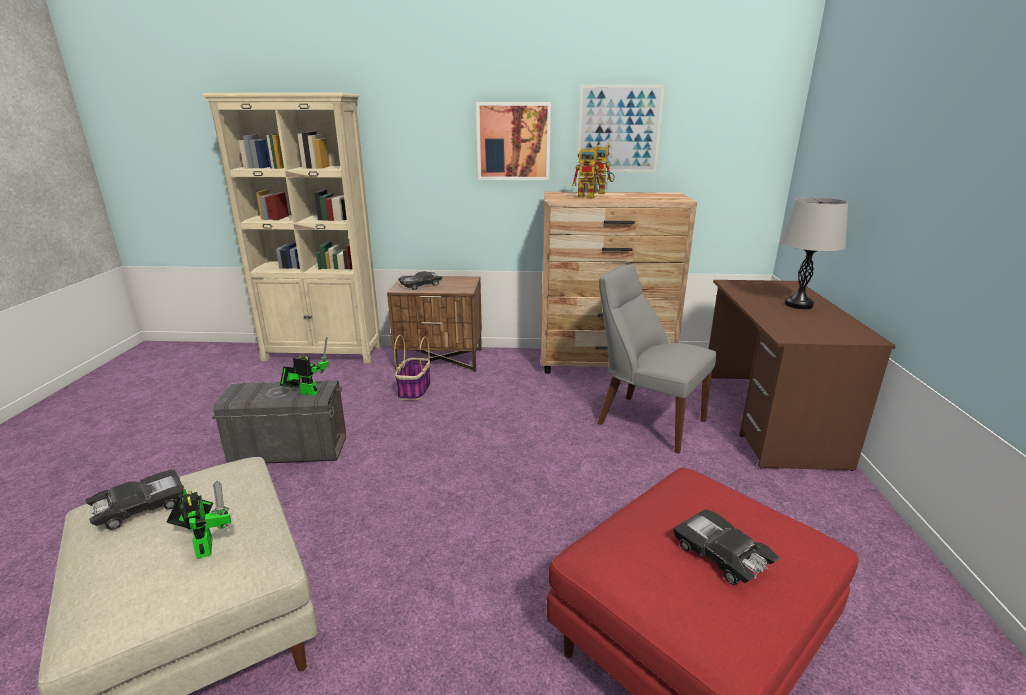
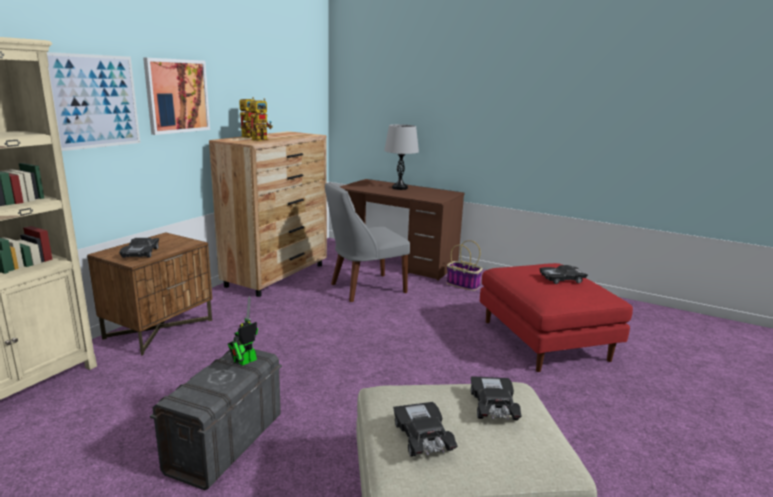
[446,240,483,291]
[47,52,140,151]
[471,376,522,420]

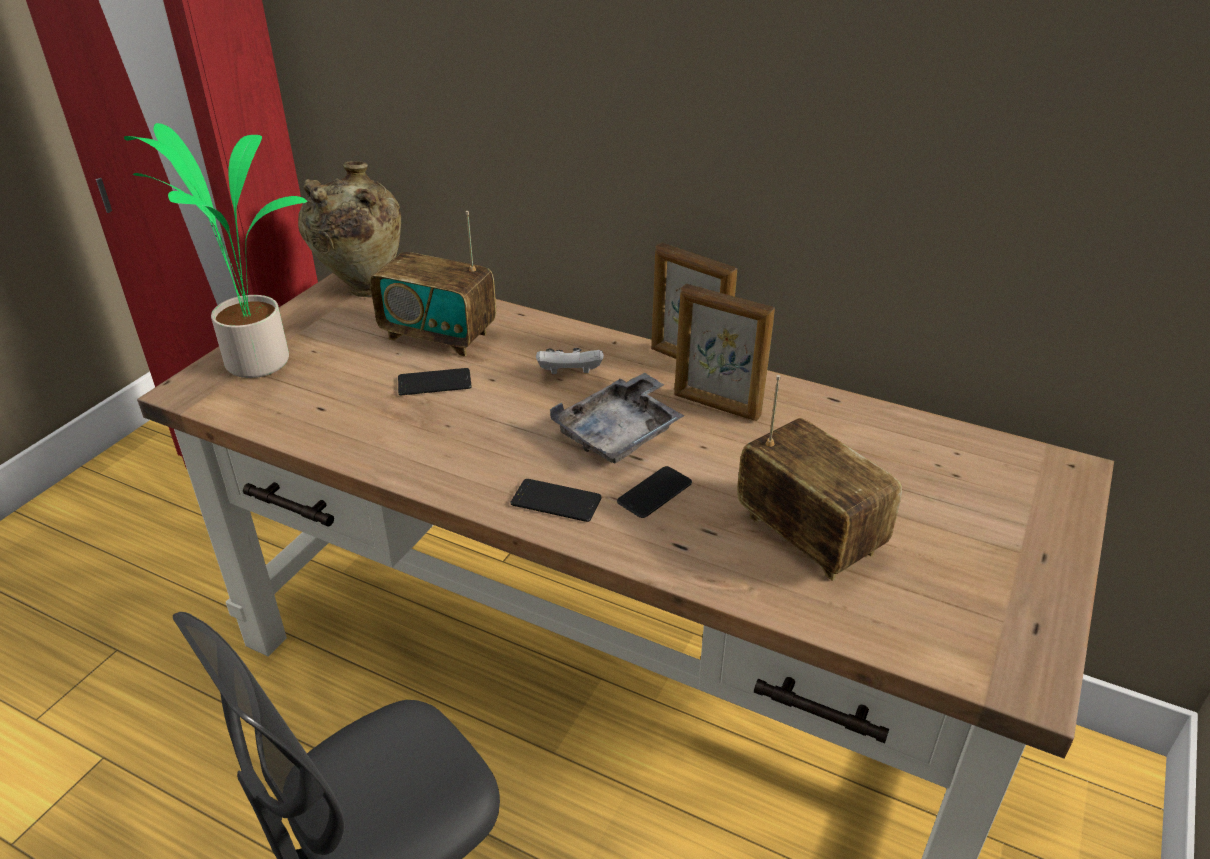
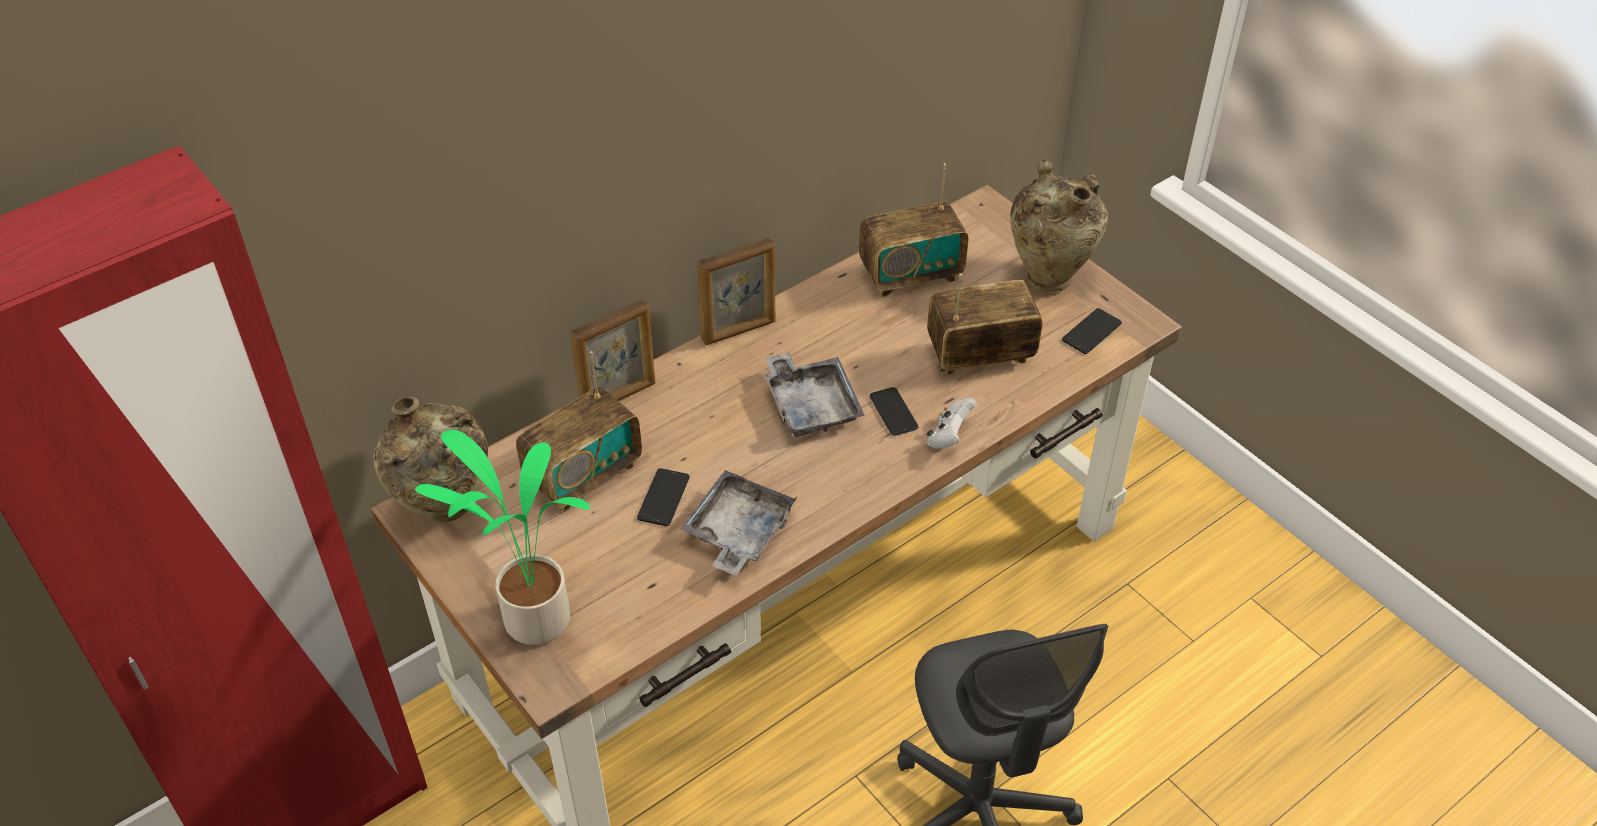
[681,470,797,576]
[859,163,969,297]
[1010,159,1108,292]
[1062,308,1122,354]
[927,397,977,449]
[570,299,655,401]

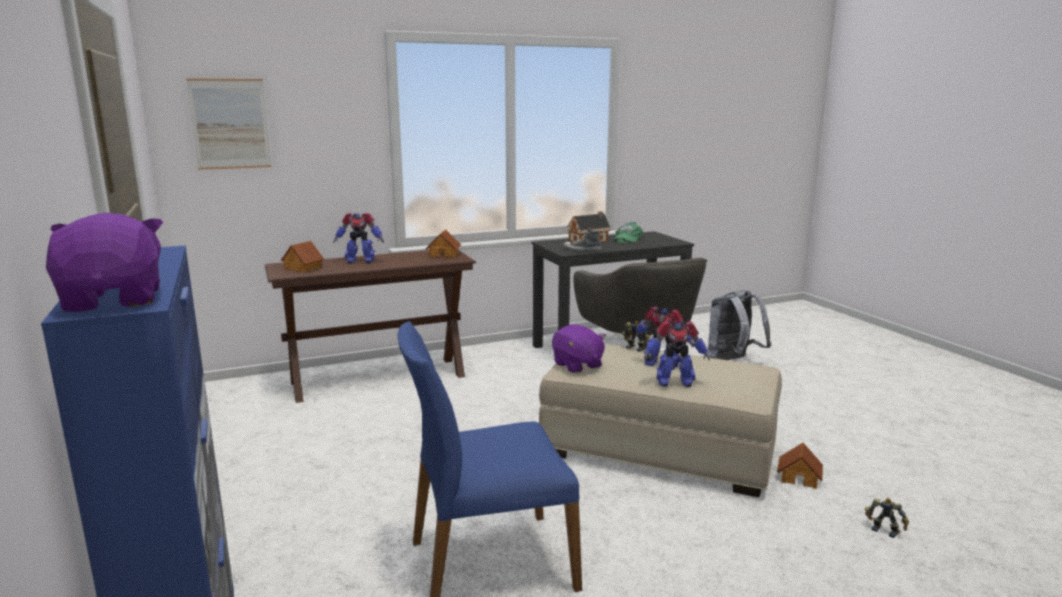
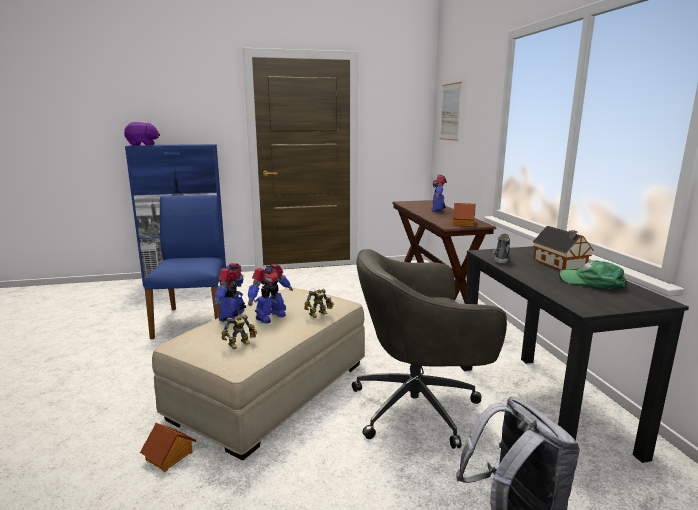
[281,241,324,272] (first image)
[552,324,606,373] (first image)
[221,314,257,349]

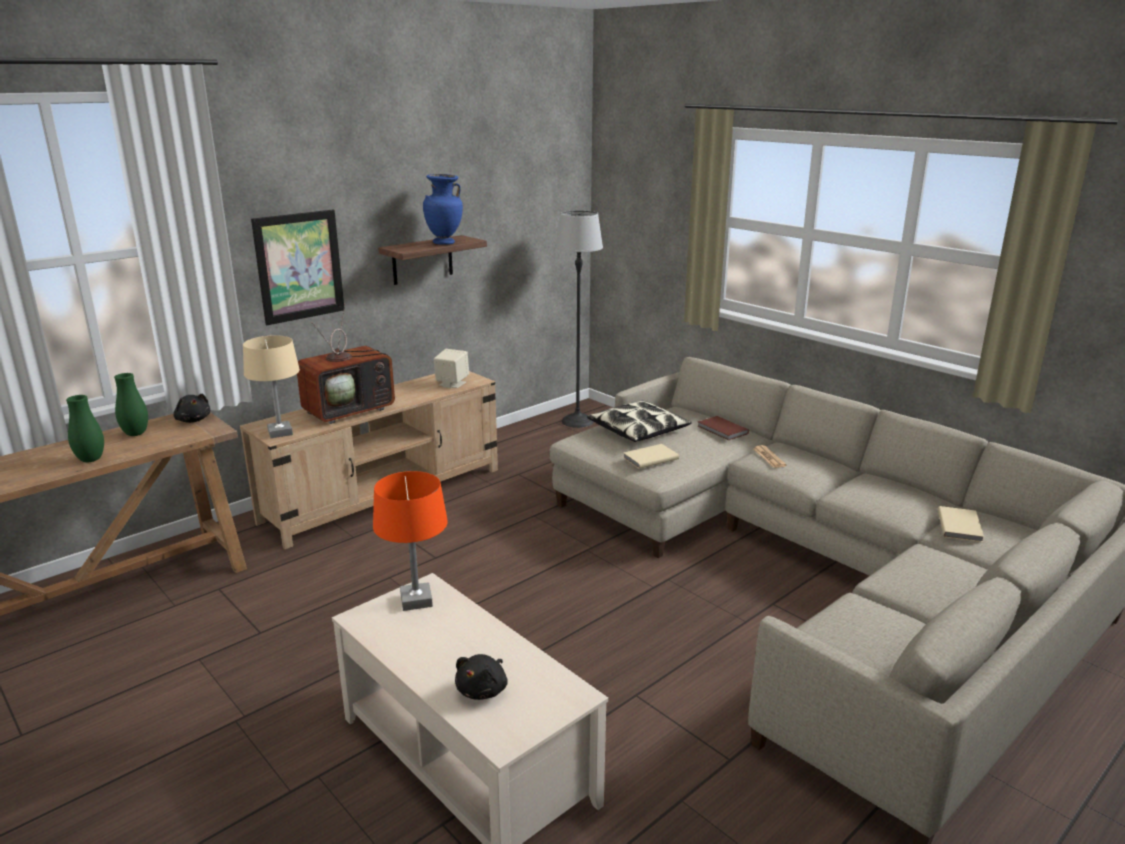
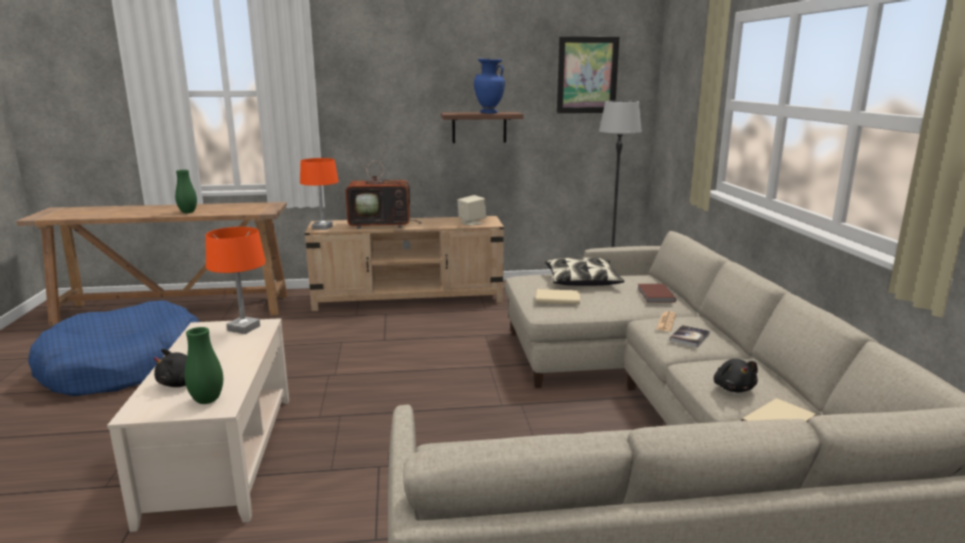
[28,300,200,396]
[669,325,710,347]
[185,327,223,404]
[714,359,758,392]
[557,36,620,113]
[300,158,339,230]

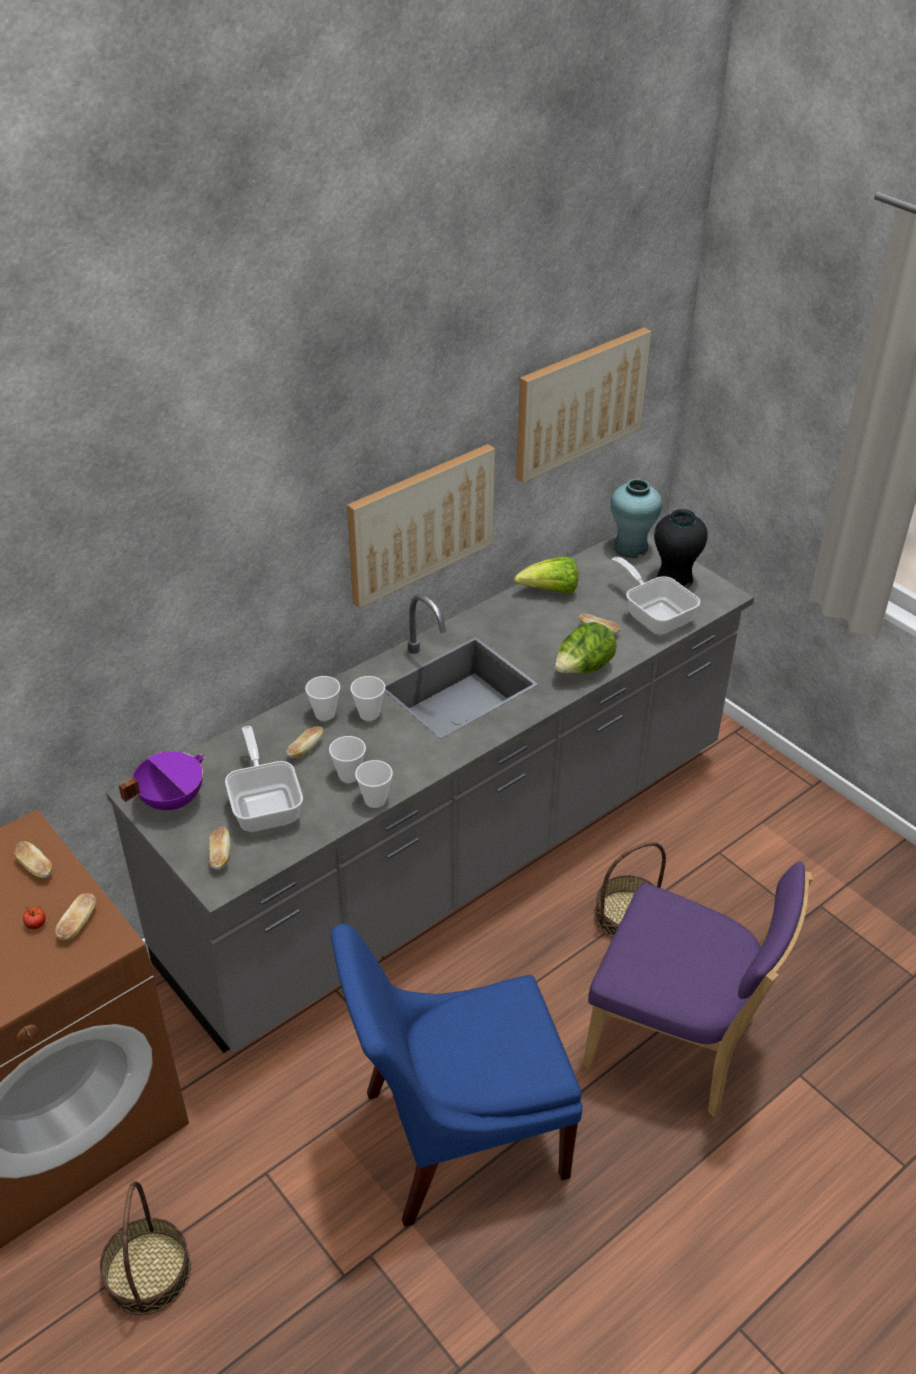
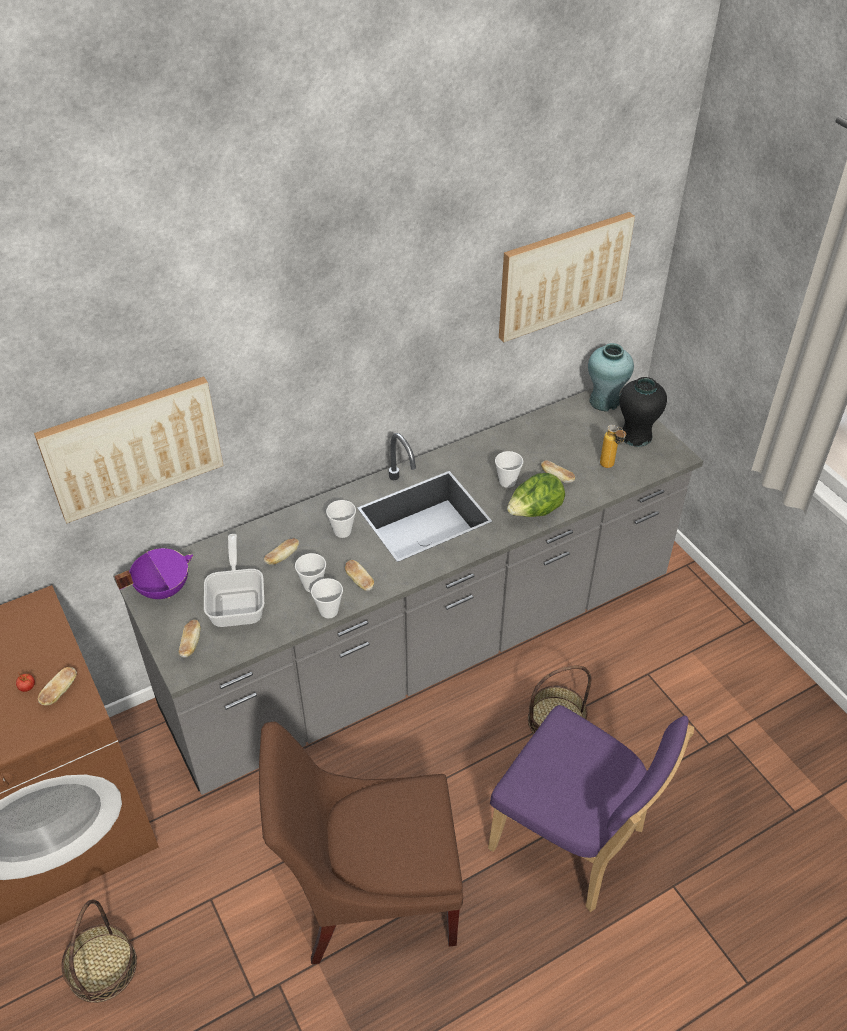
[514,557,578,594] (first image)
[345,560,374,591]
[495,451,523,488]
[34,376,224,523]
[600,425,626,468]
[259,722,463,964]

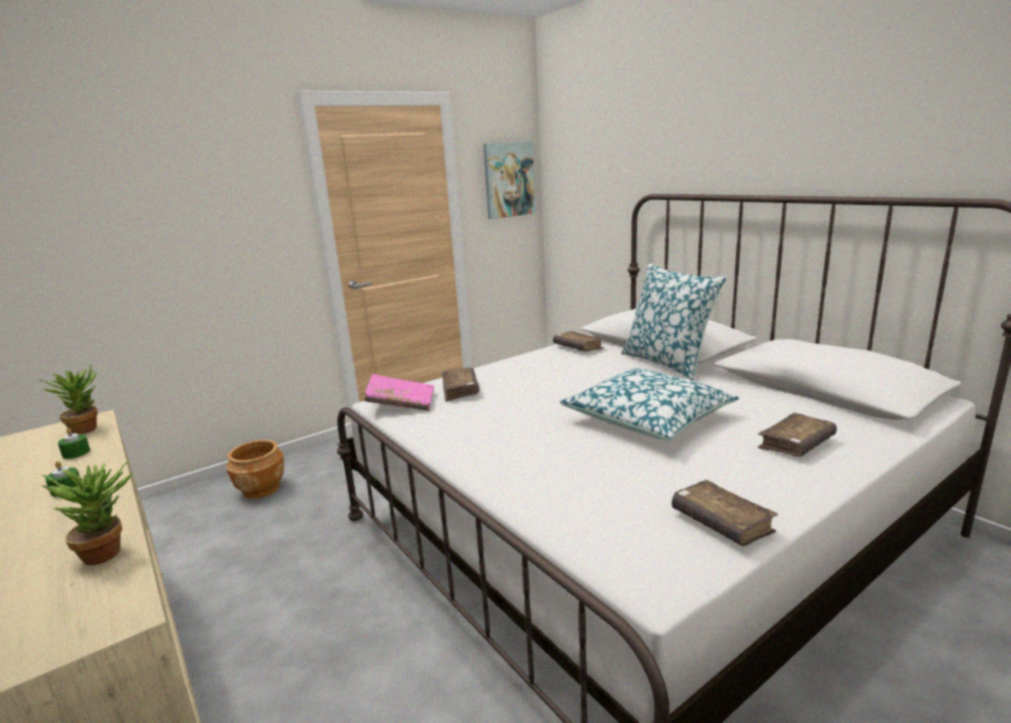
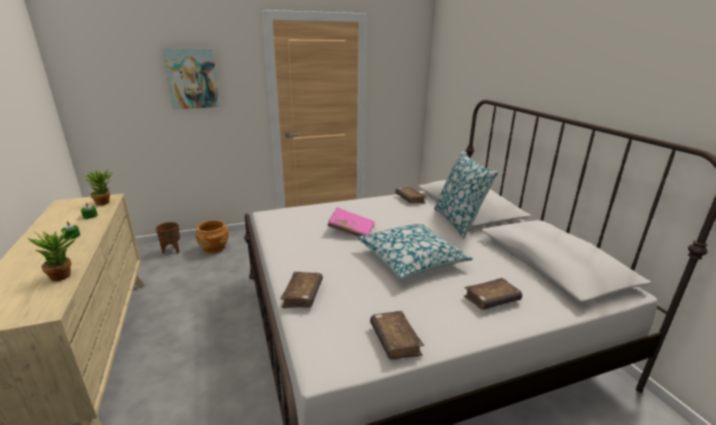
[156,222,180,254]
[328,207,375,236]
[280,272,323,308]
[162,48,220,109]

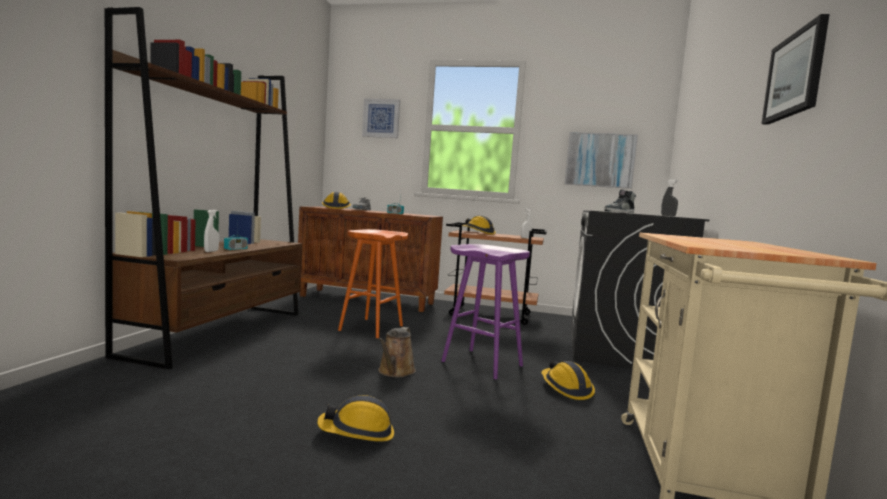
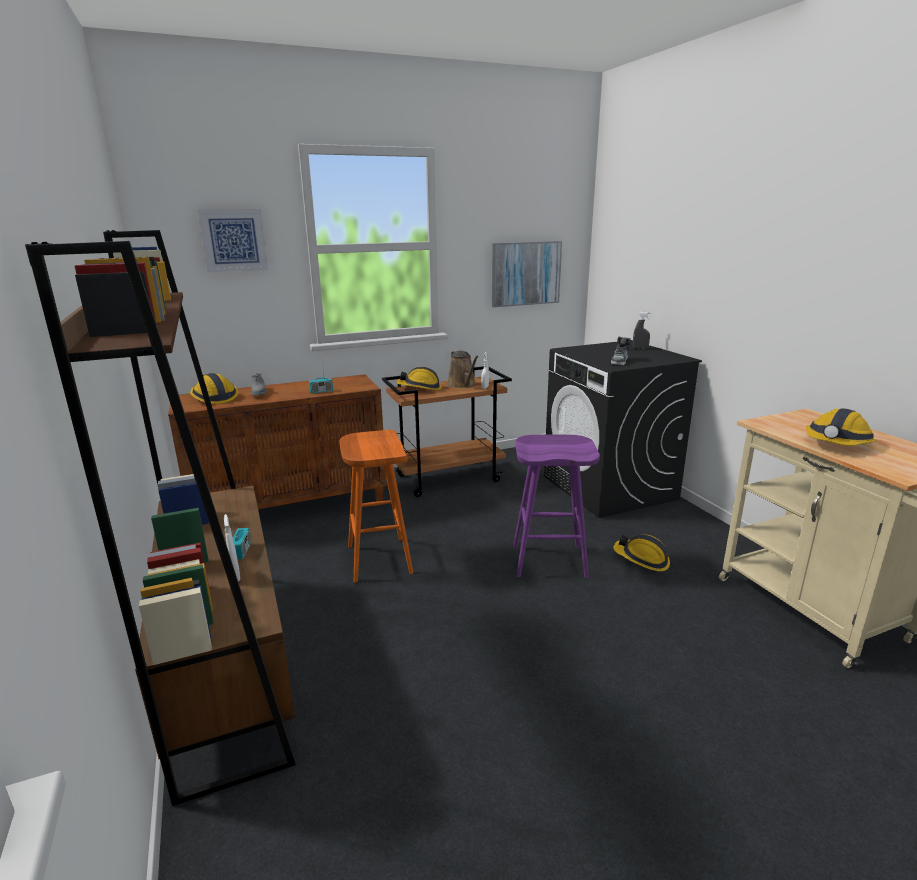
[761,14,830,125] (first image)
[806,408,877,446]
[447,350,479,388]

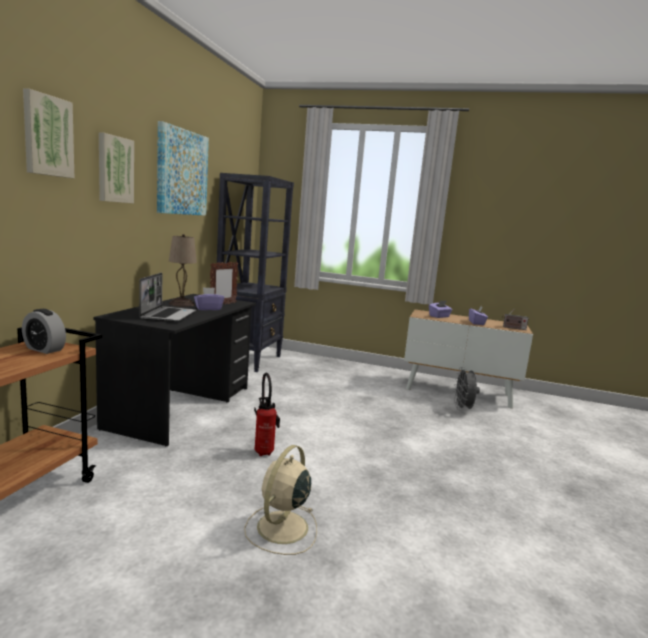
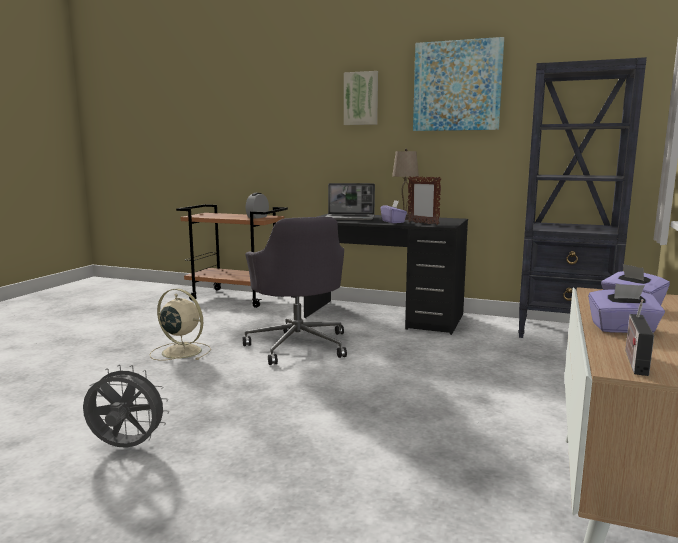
[23,88,74,178] (first image)
[83,364,169,448]
[243,217,347,365]

